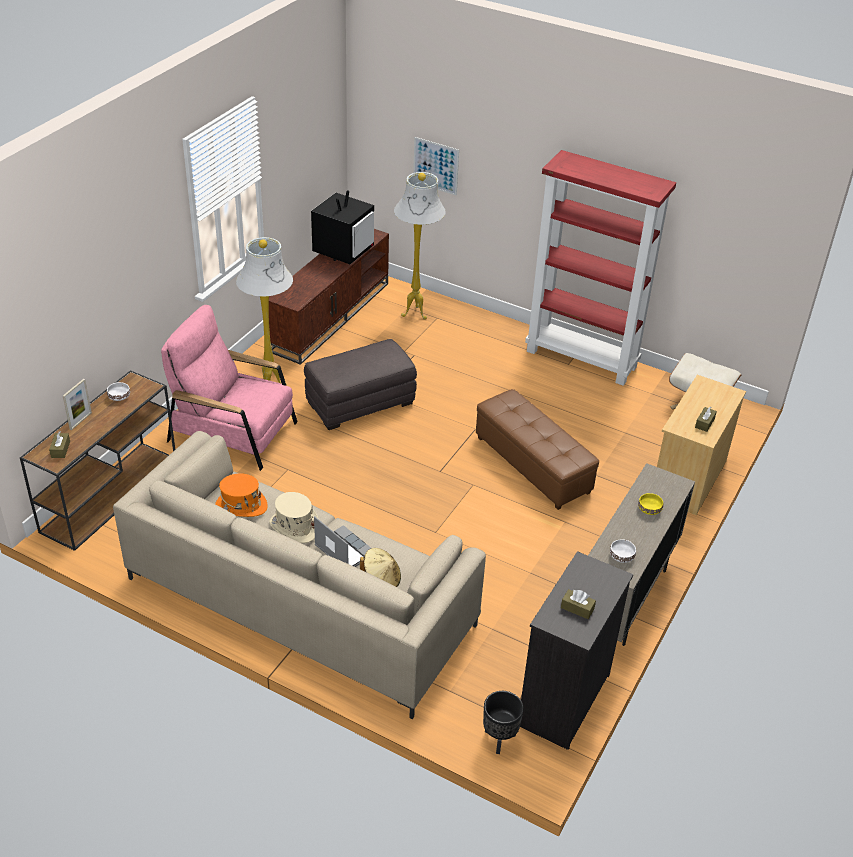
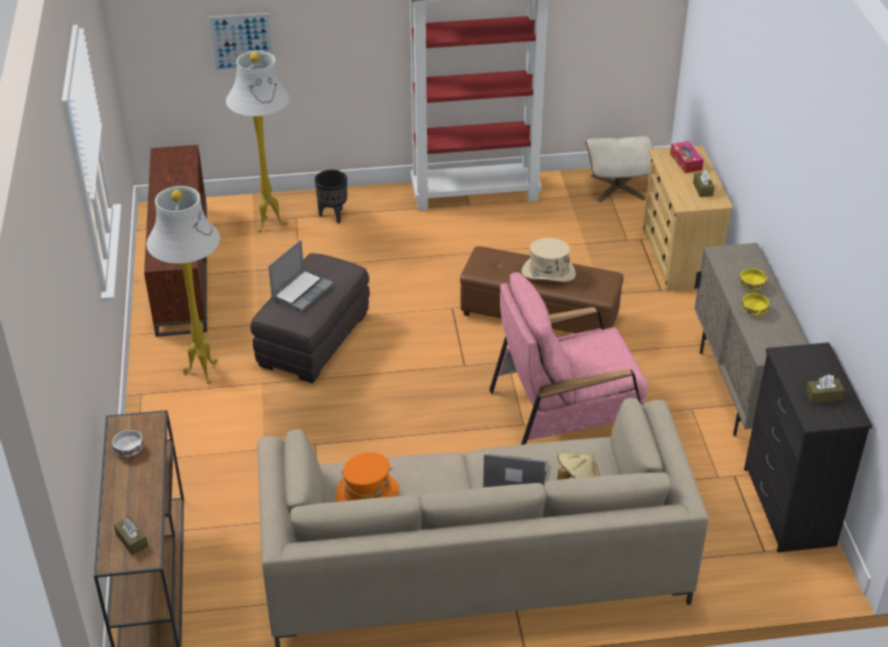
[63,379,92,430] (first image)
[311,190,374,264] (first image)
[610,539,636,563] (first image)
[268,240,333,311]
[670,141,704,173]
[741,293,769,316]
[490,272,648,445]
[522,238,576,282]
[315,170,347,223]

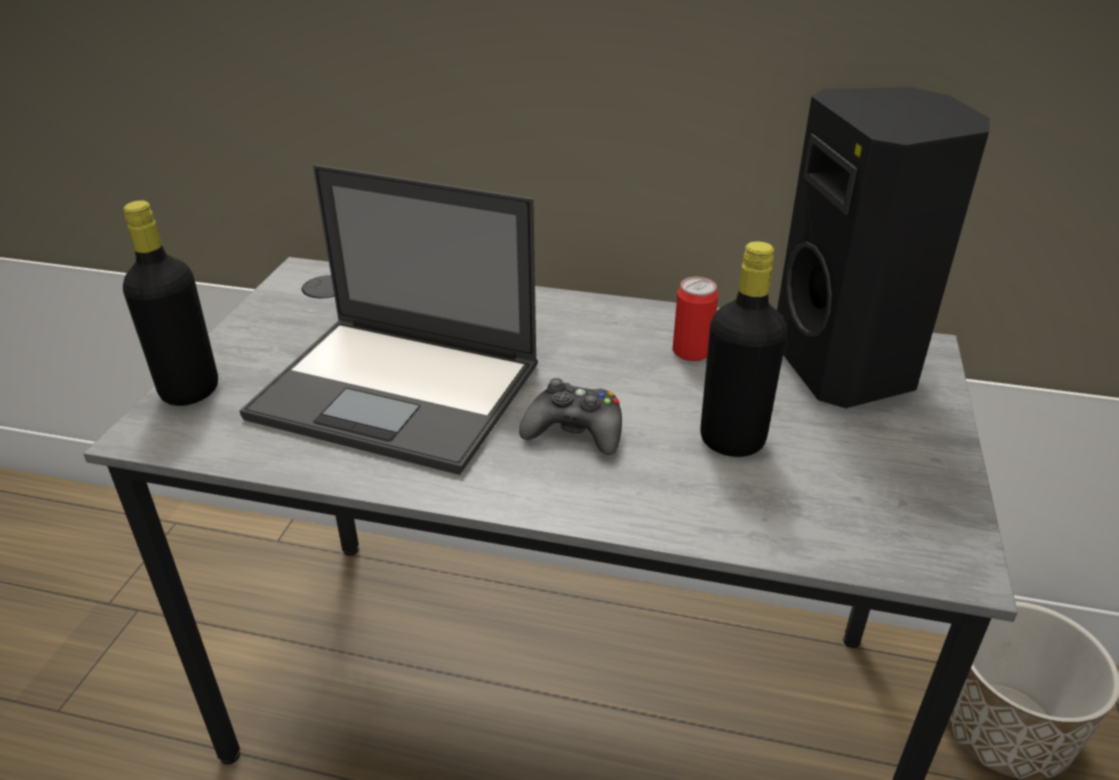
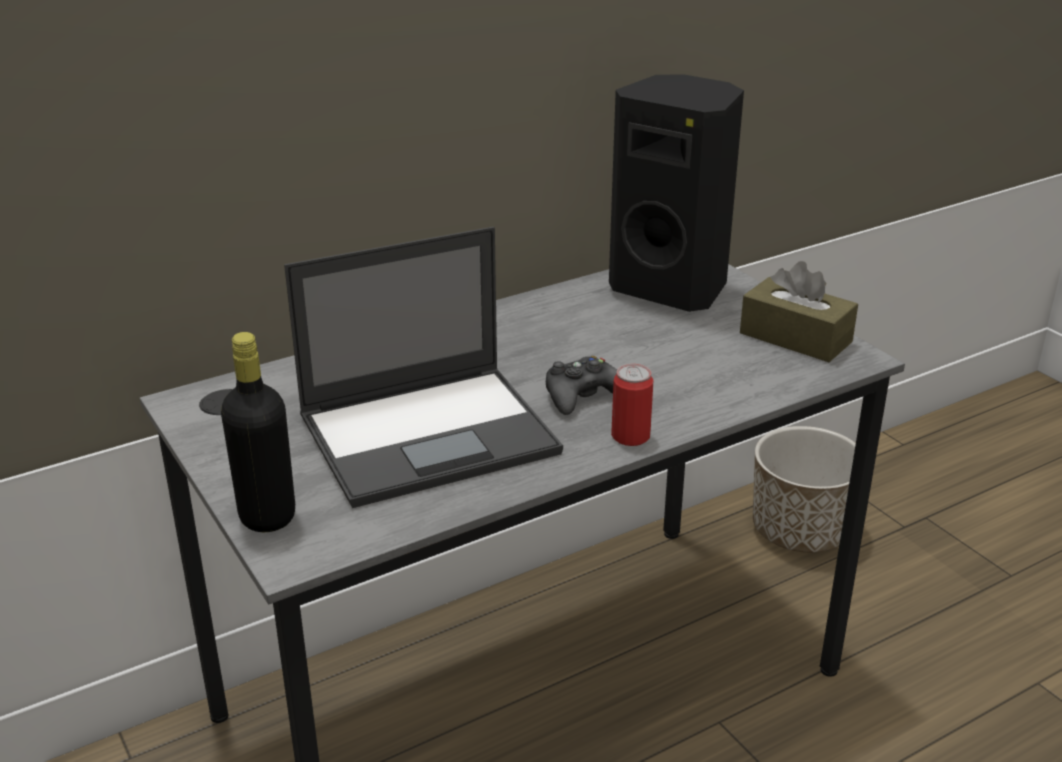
[700,241,787,457] (first image)
[740,261,858,362]
[611,364,654,446]

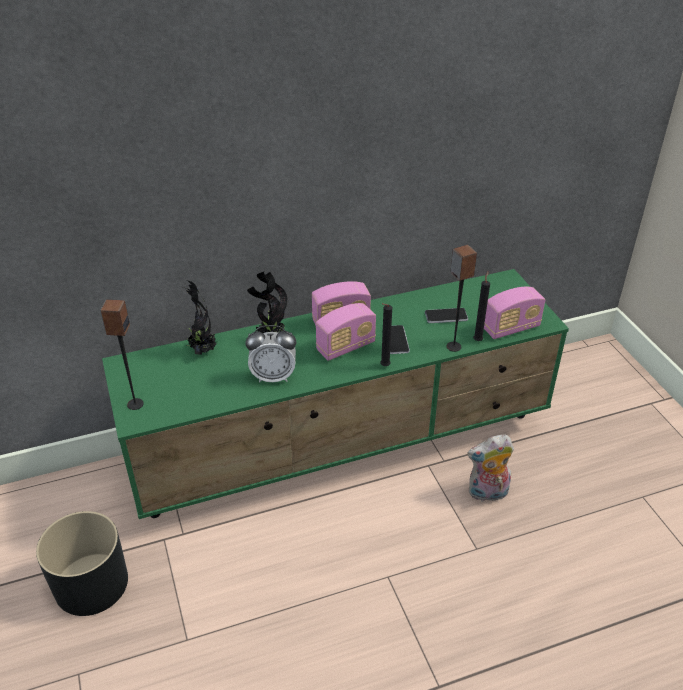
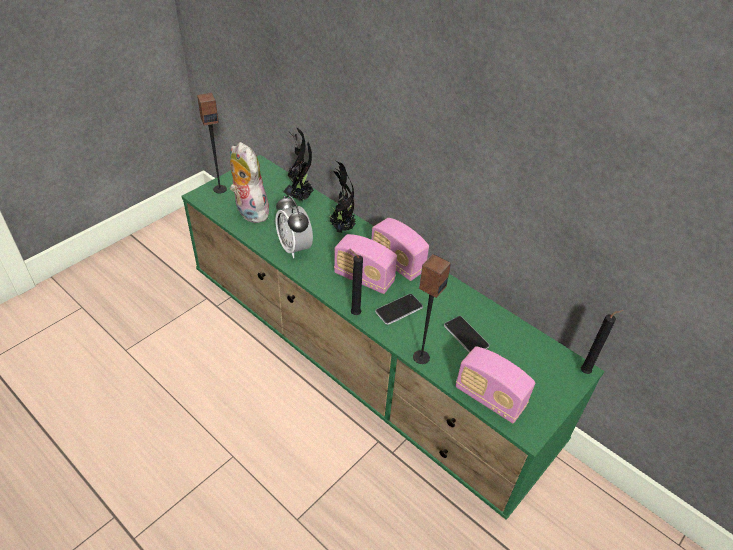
[36,511,128,616] (first image)
[230,142,272,223]
[581,310,624,374]

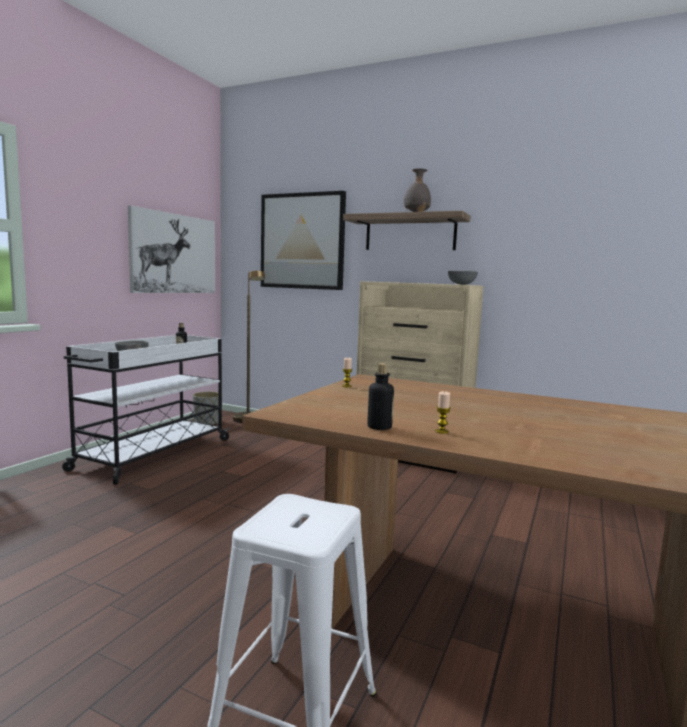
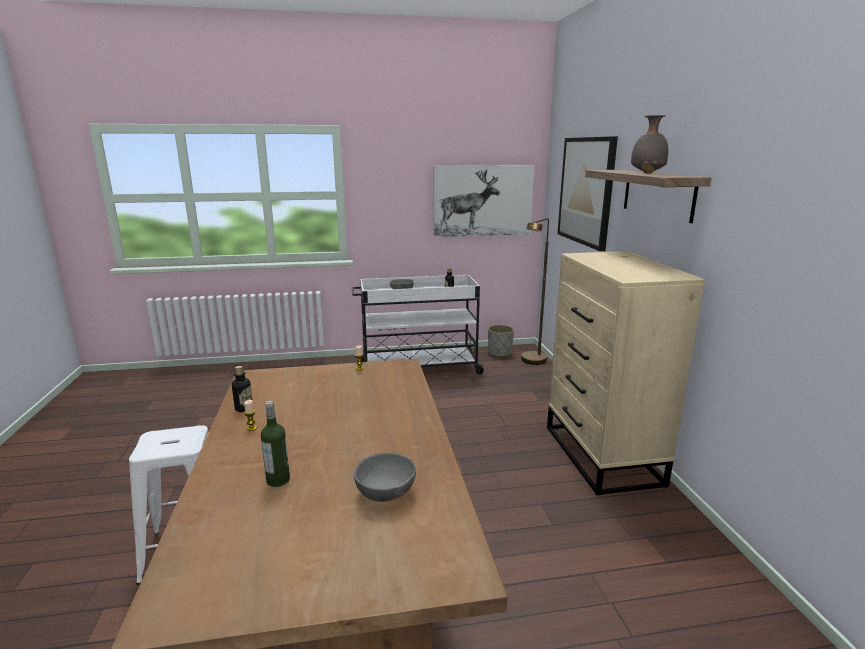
[261,401,290,487]
[354,453,416,502]

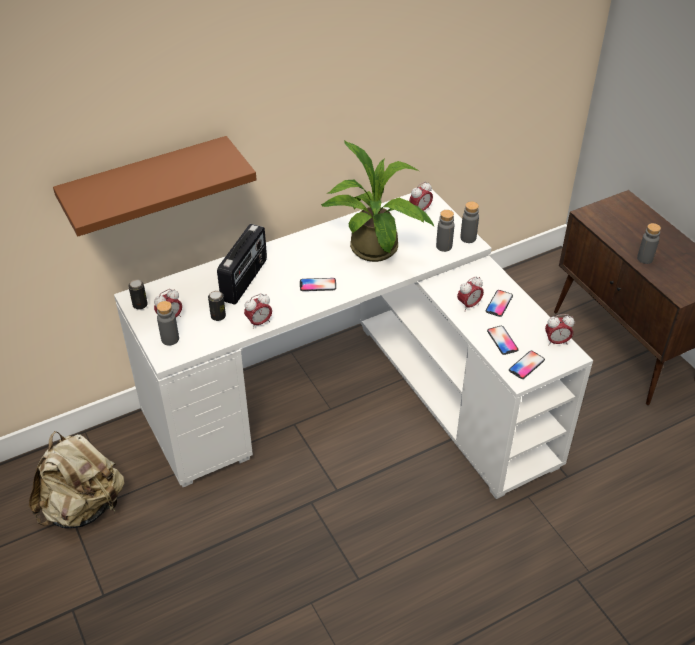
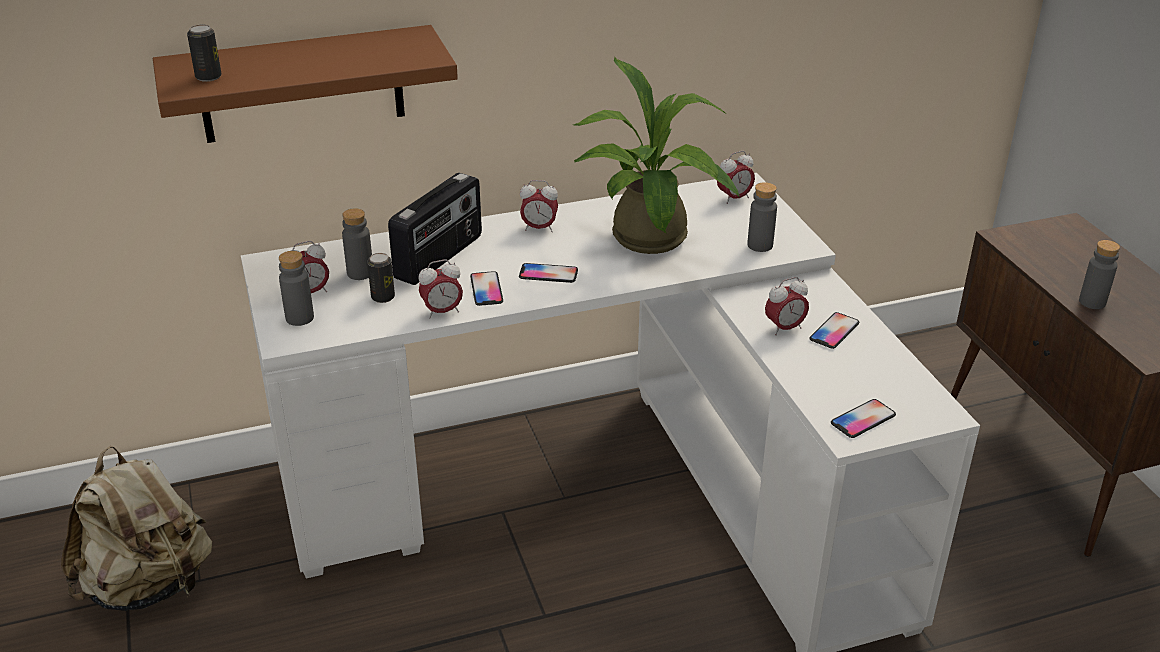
[187,25,222,82]
[342,208,372,280]
[470,271,503,306]
[520,180,558,232]

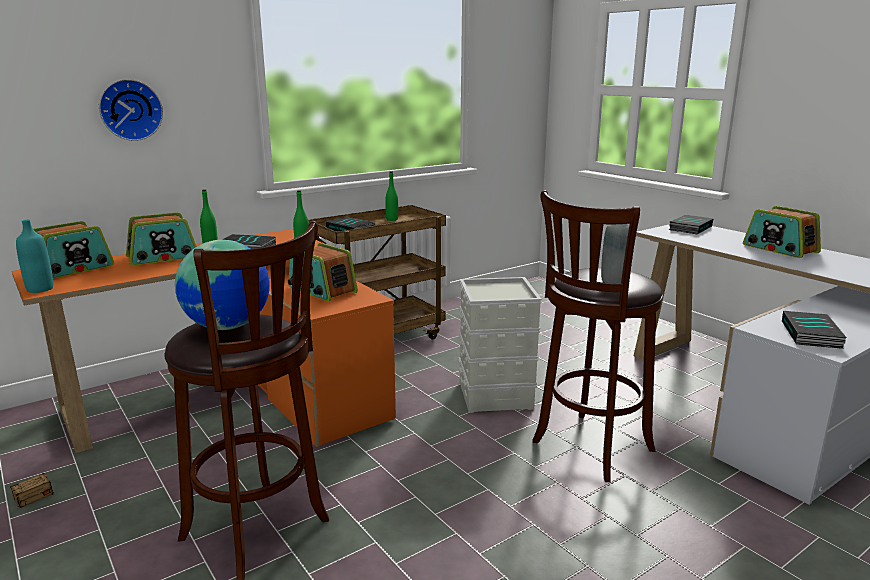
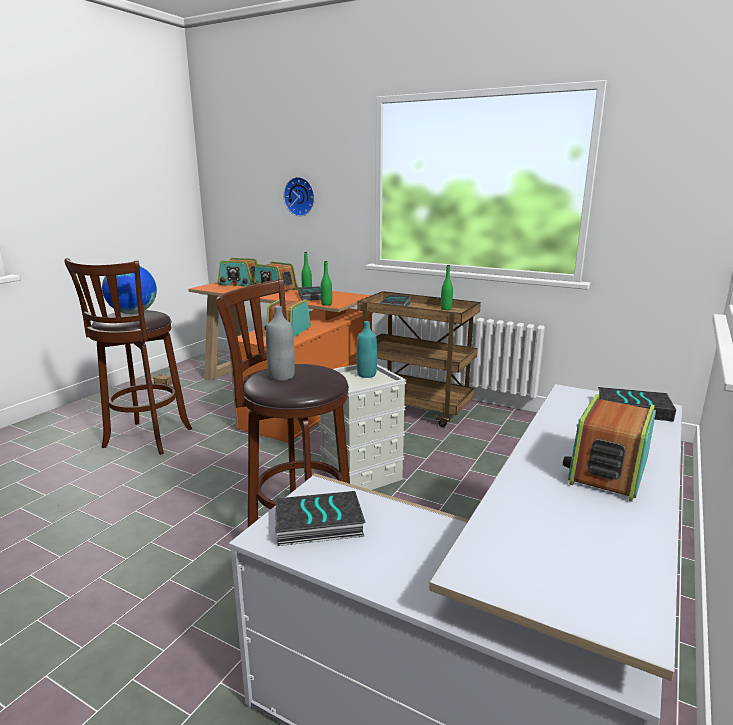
[356,321,377,378]

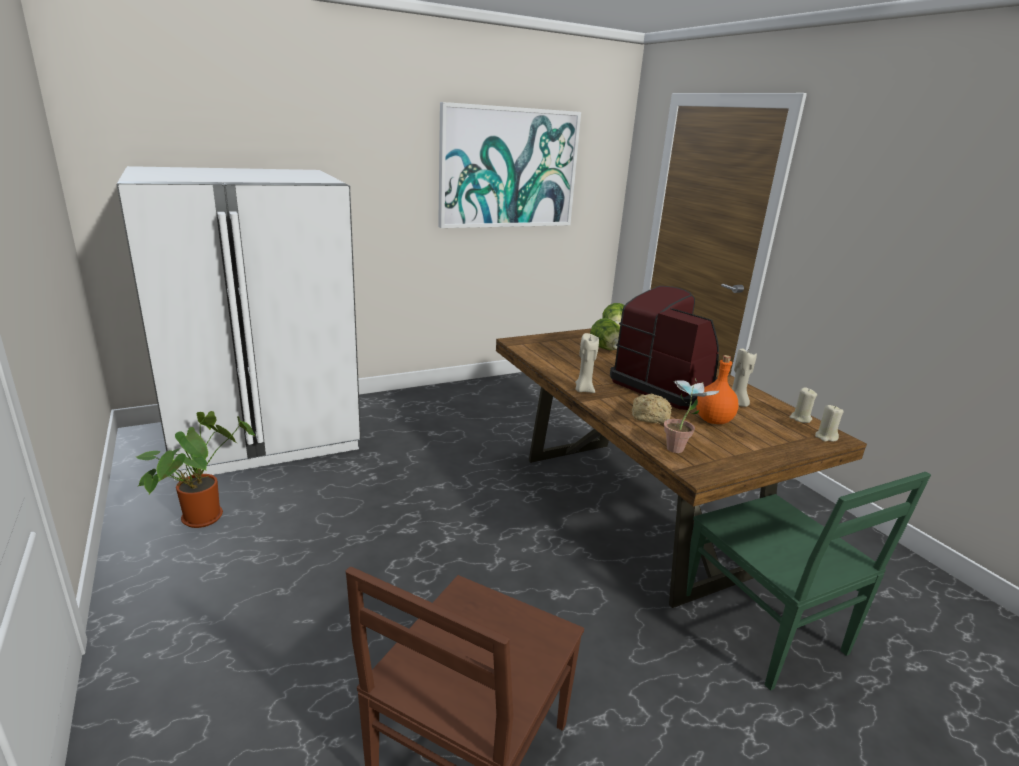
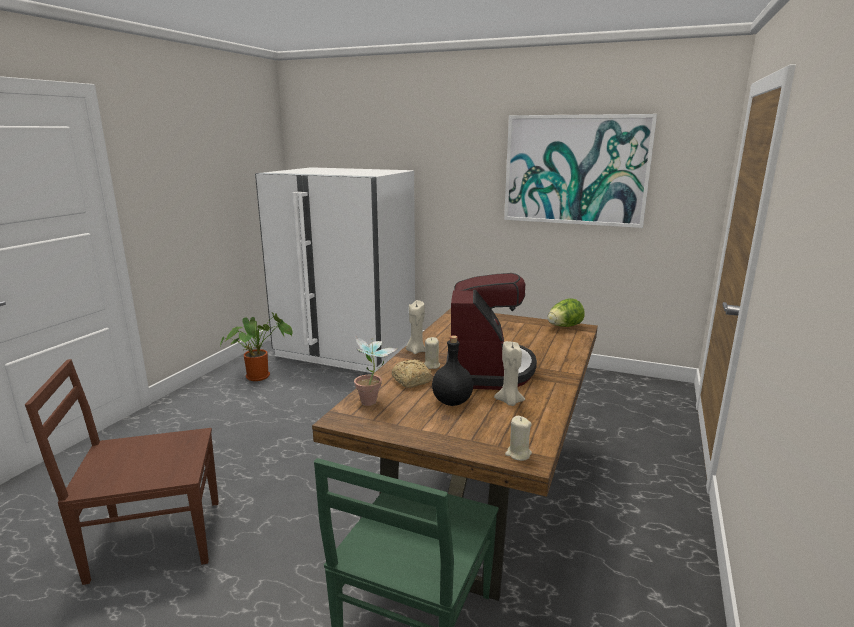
[590,318,620,350] (first image)
[424,337,440,369]
[432,335,473,406]

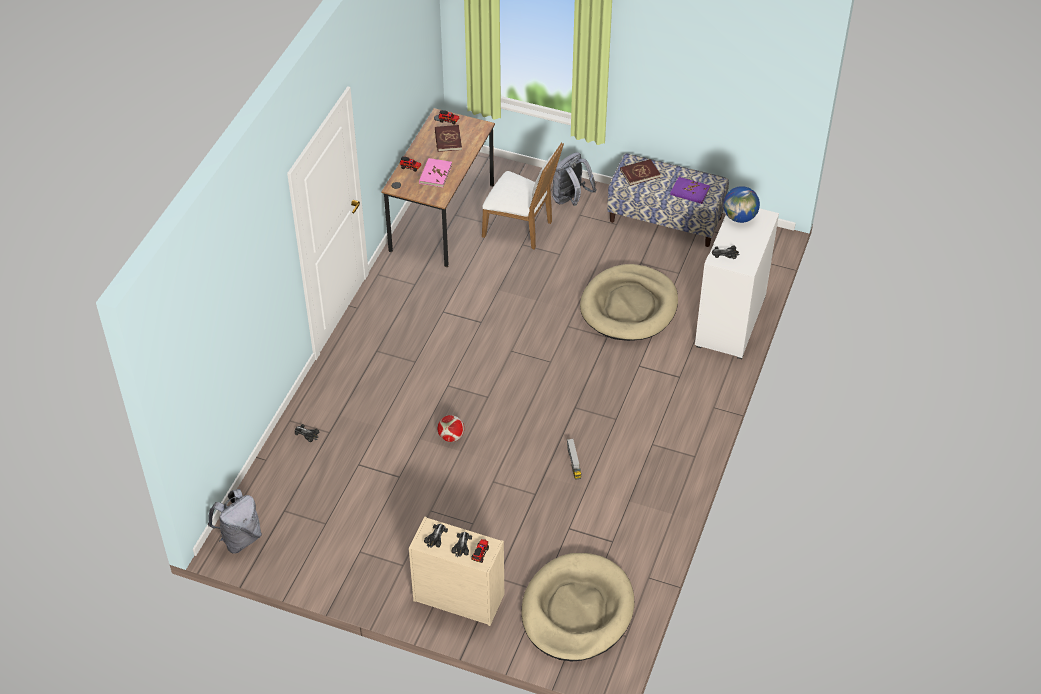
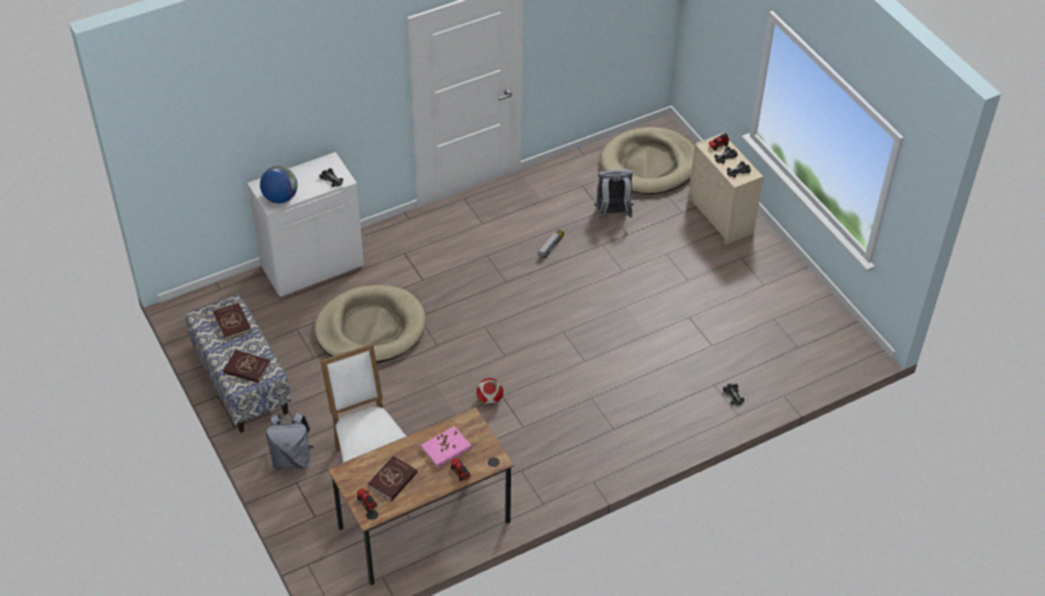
[594,170,633,218]
[476,378,503,405]
[213,303,252,340]

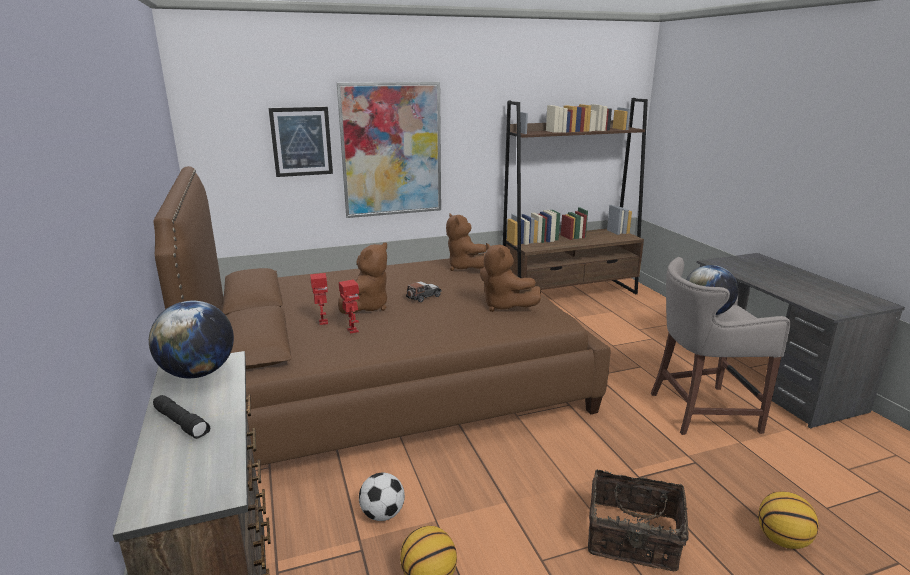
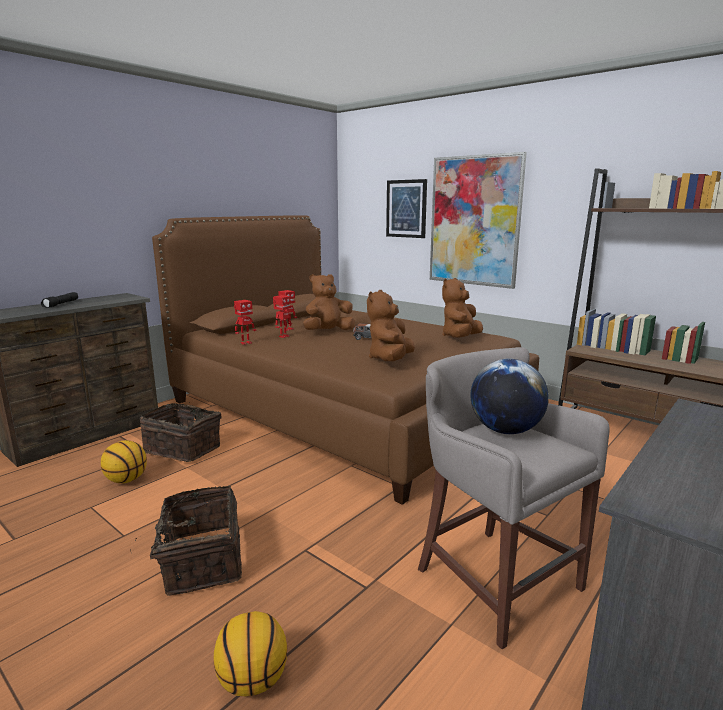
[149,301,234,378] (first image)
[234,300,256,345]
[140,402,221,462]
[303,274,355,330]

